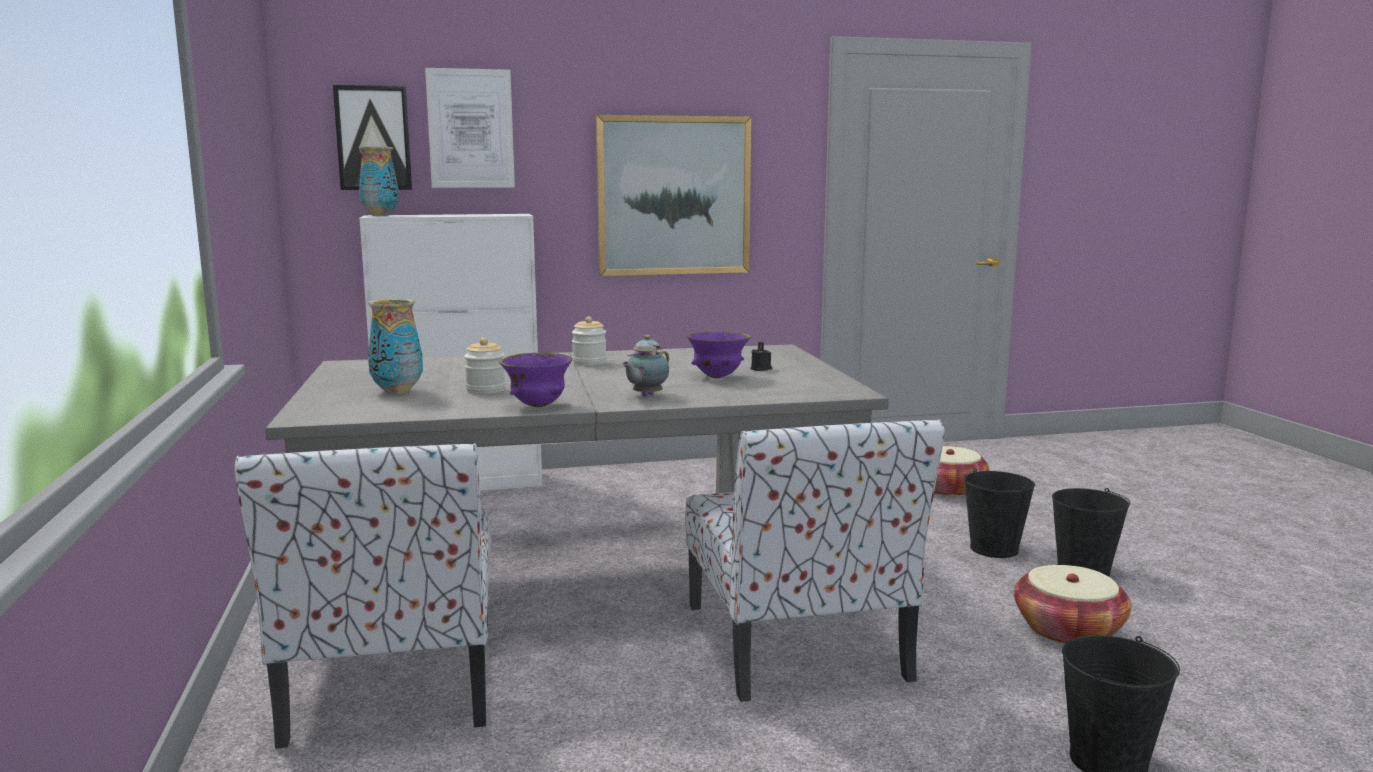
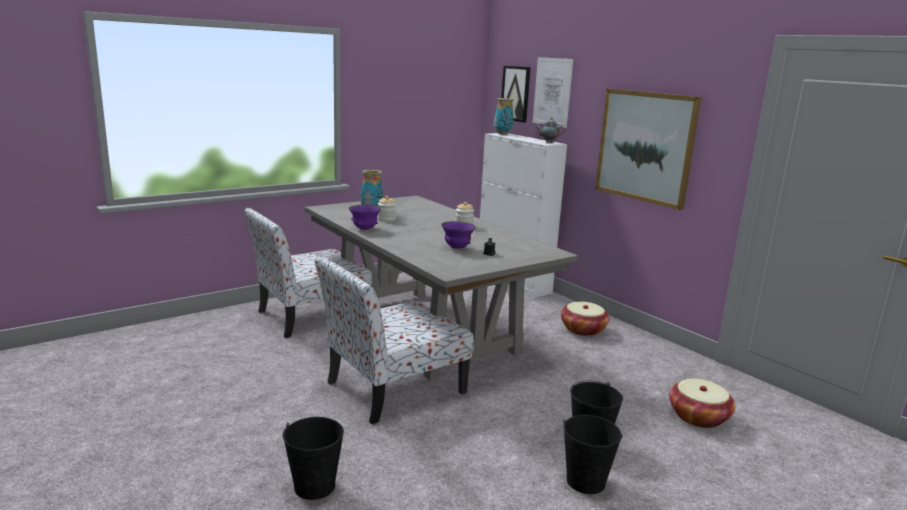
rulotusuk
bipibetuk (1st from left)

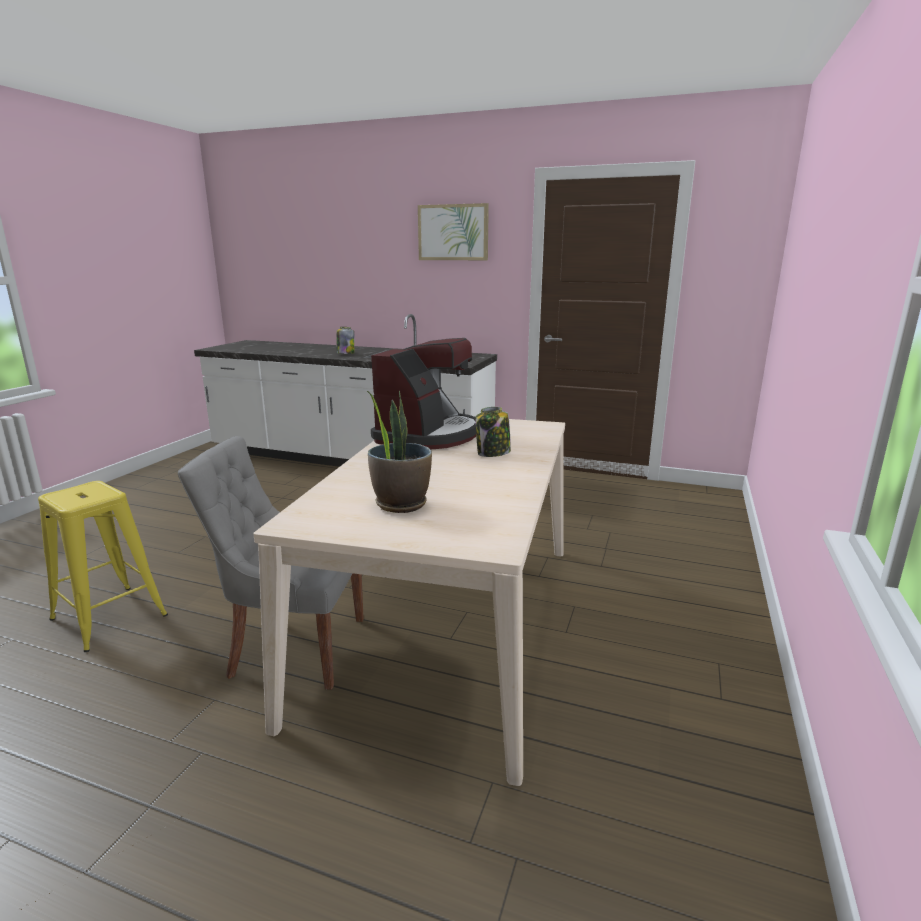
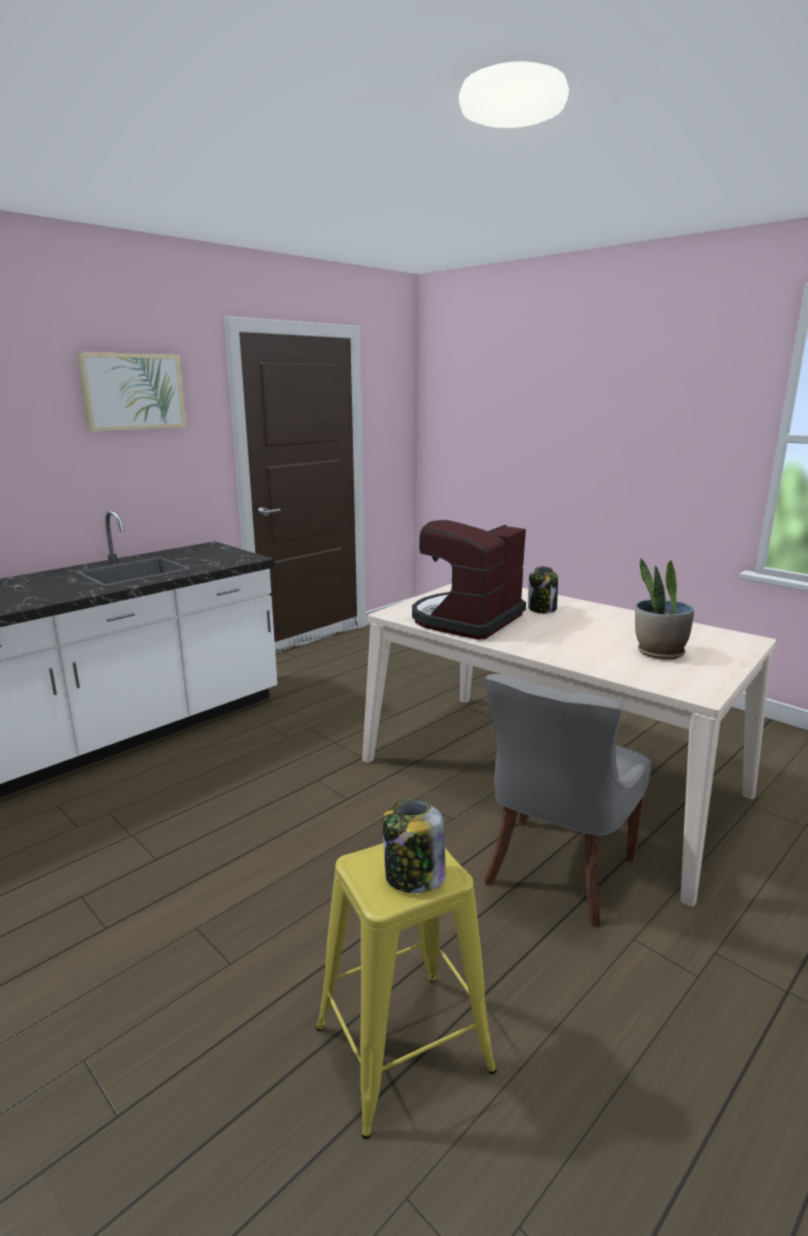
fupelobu (1st from left)
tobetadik

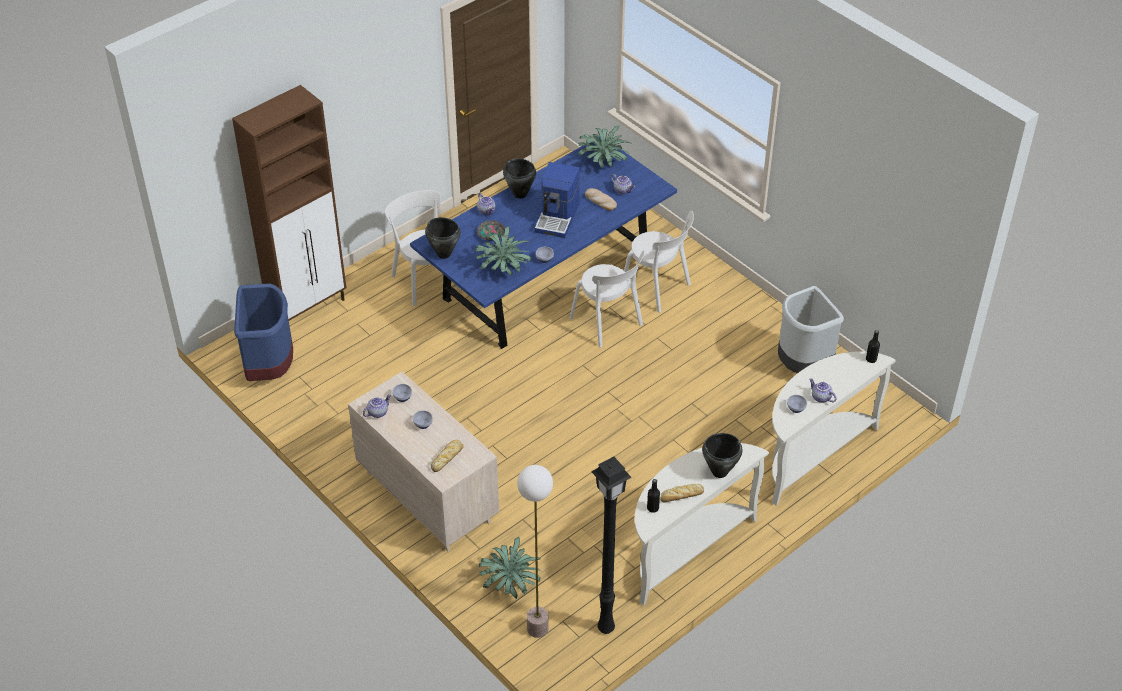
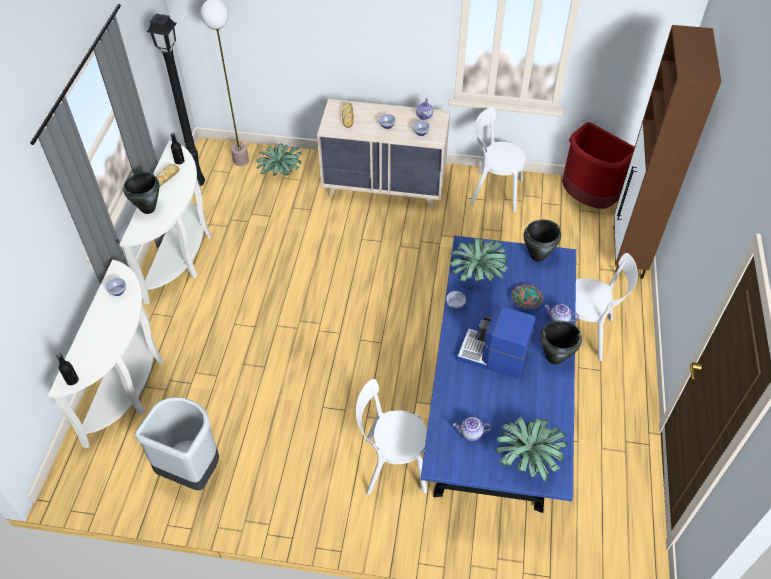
tobetadik
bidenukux (2nd from left in the first image)
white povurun (2nd from left)
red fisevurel
rulotusuk (4th from left in the first image)

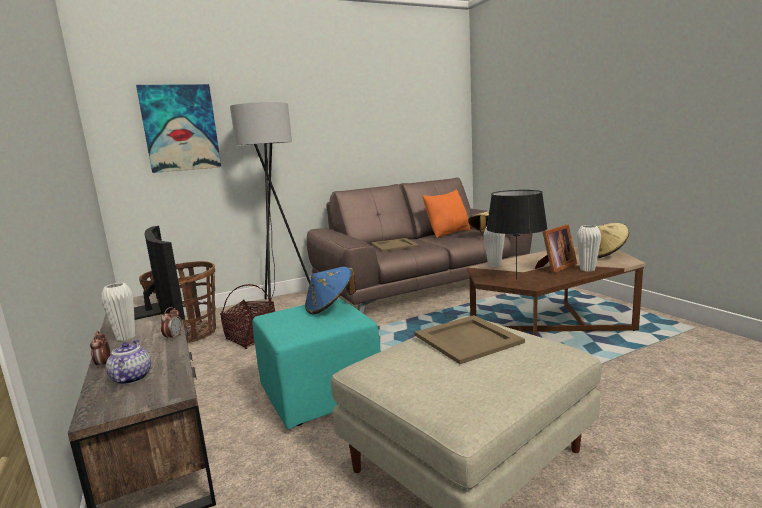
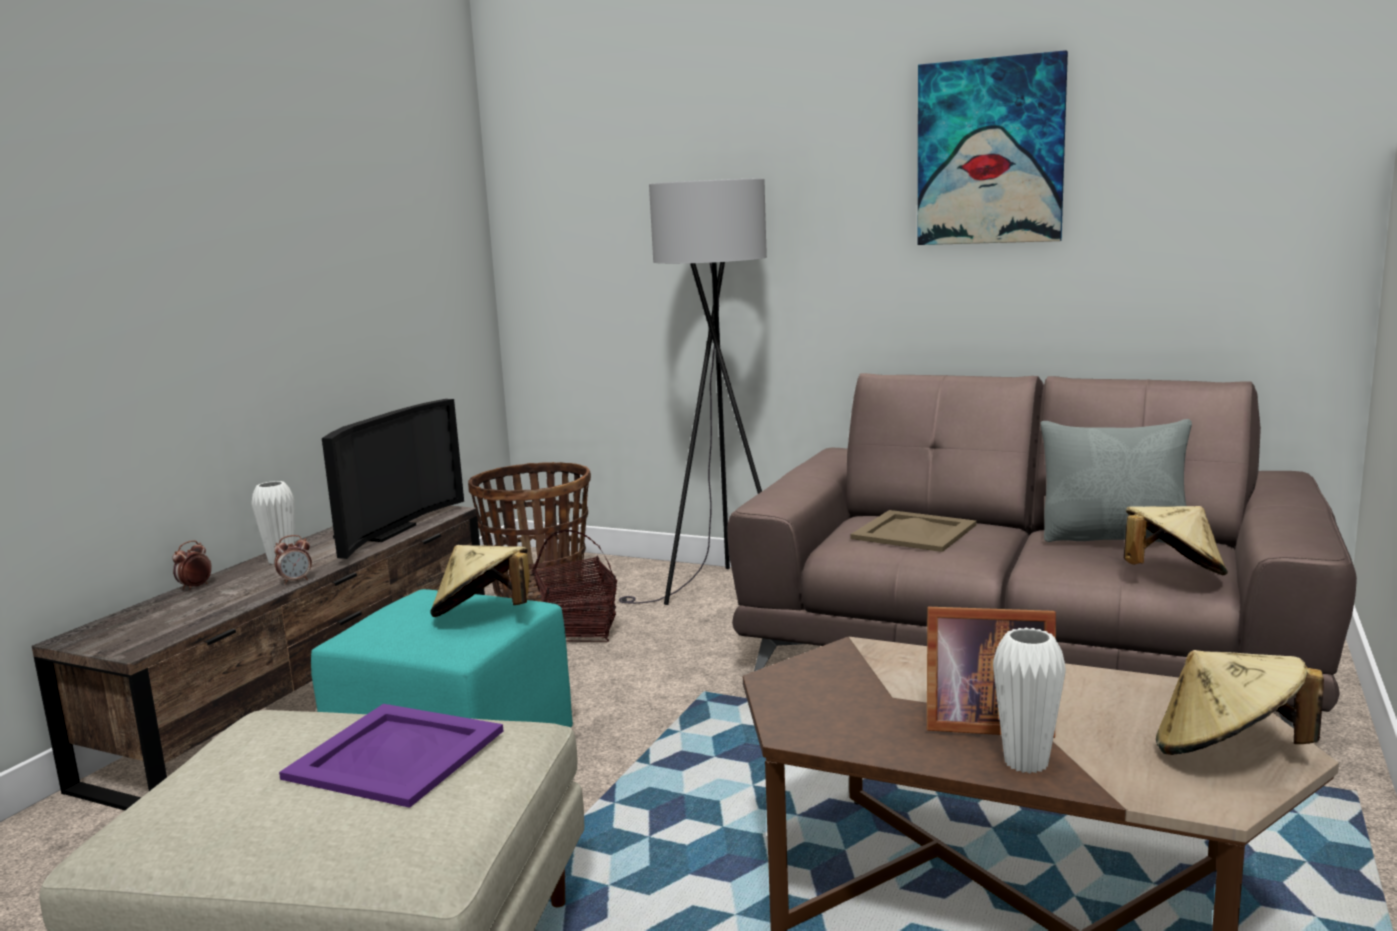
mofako
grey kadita
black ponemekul
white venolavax (2nd from left in the first image)
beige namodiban (1st from left)
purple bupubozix
rulotusuk

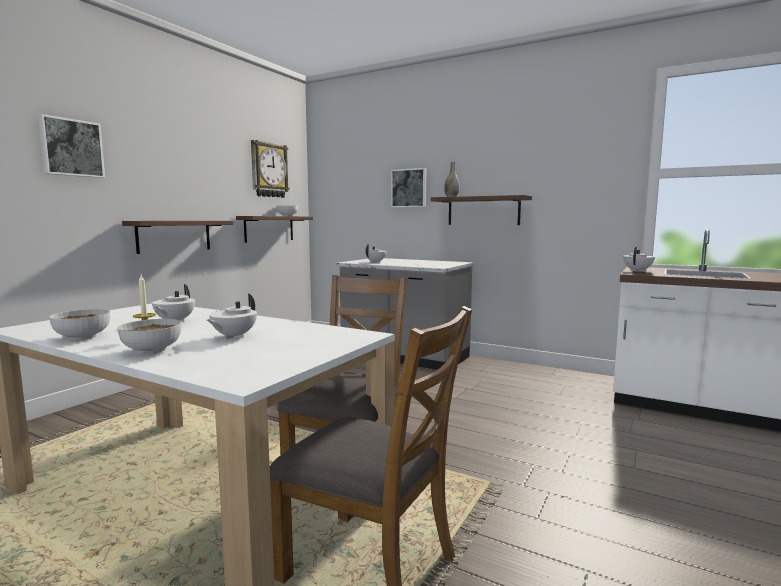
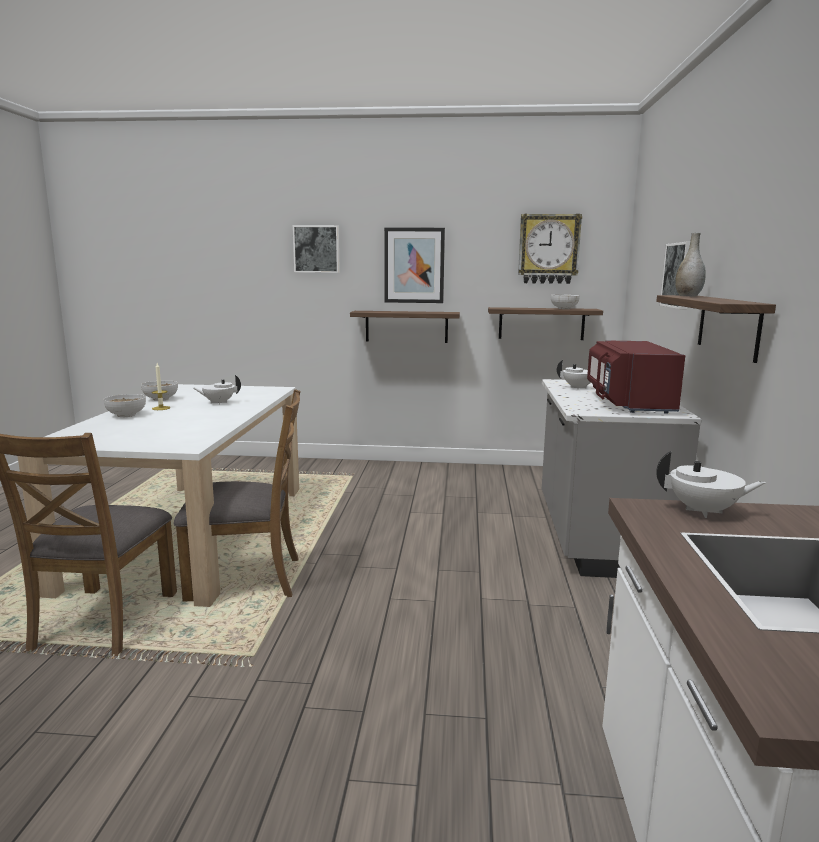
white rulotusuk (2nd from left in the first image)
mofako (2nd from left)
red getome

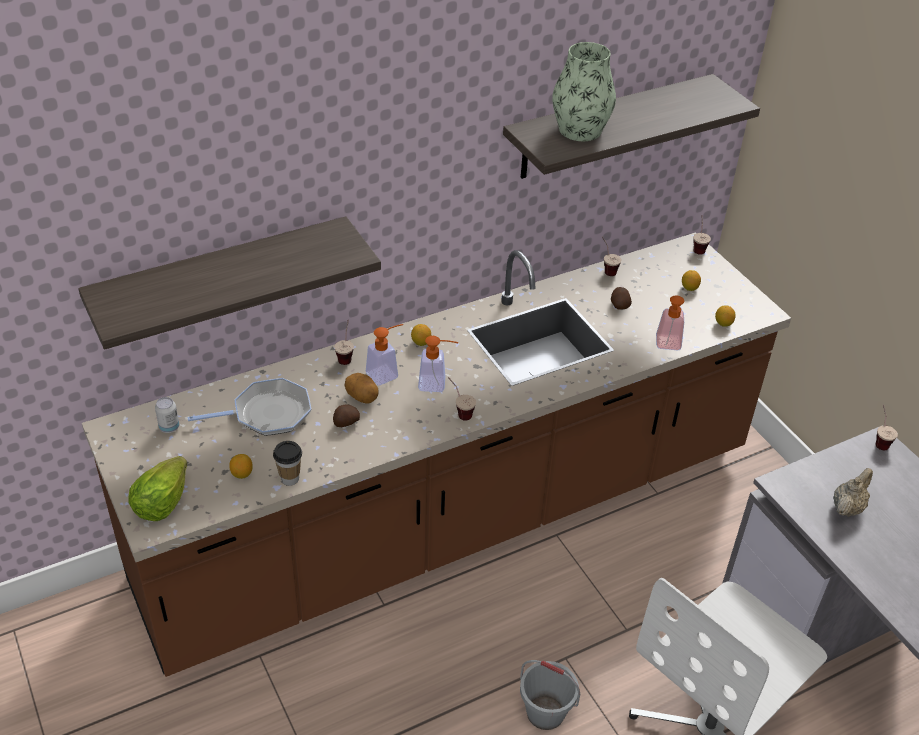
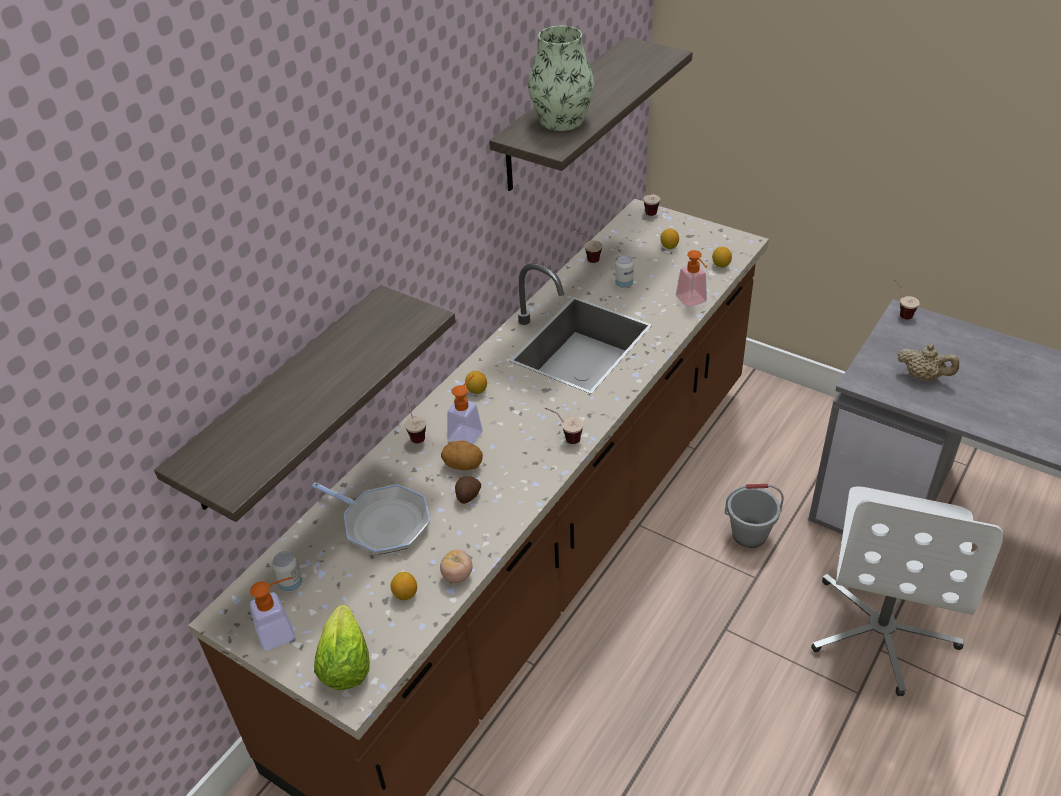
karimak (2nd from left)
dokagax (1st from left)
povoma
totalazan
beige rulotusuk
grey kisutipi

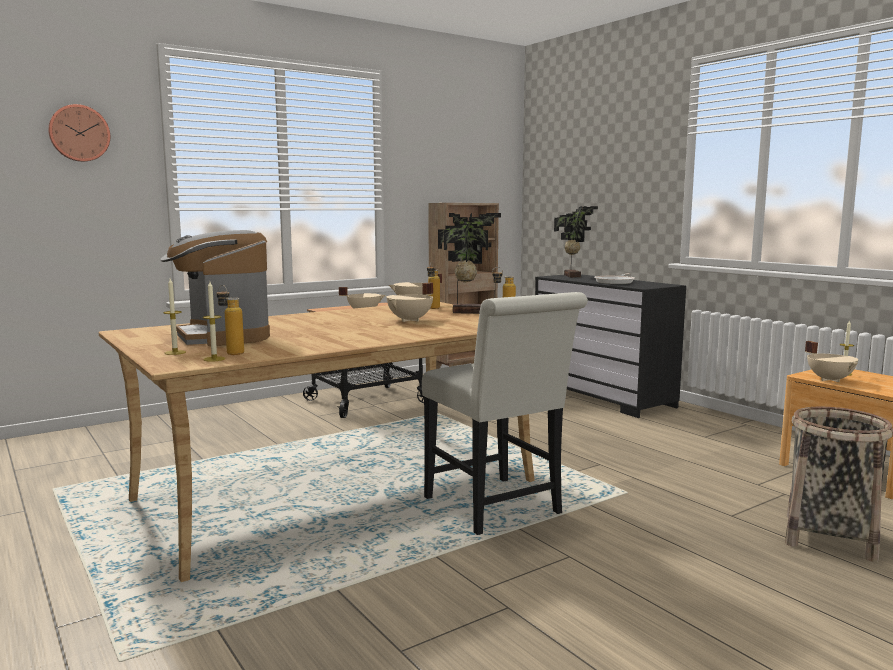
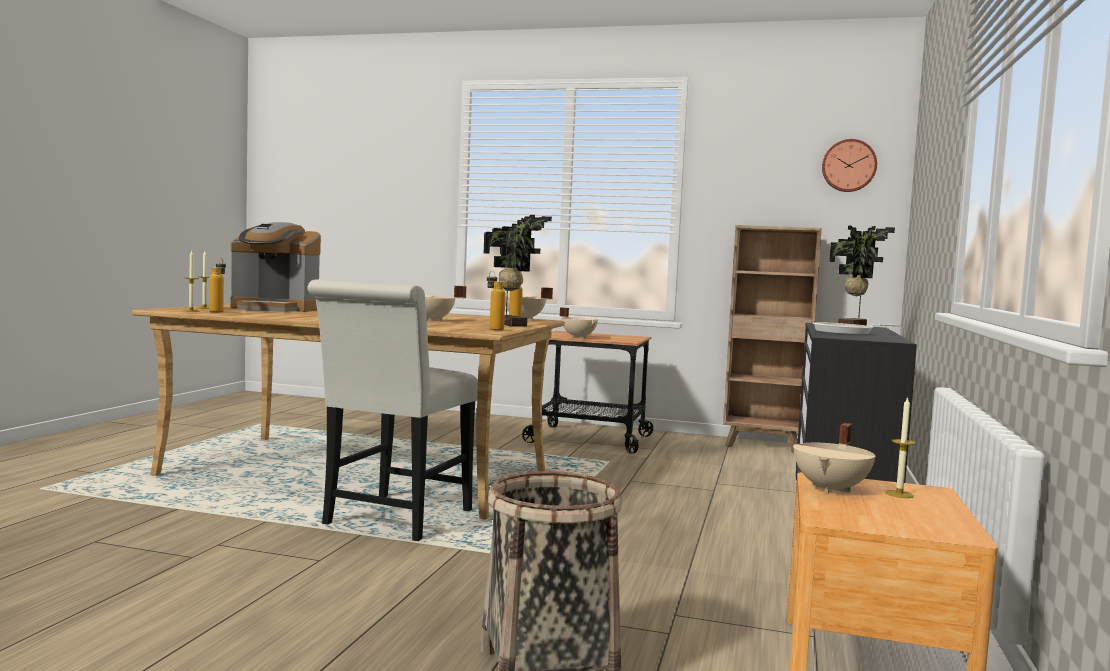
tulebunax
tobetadik

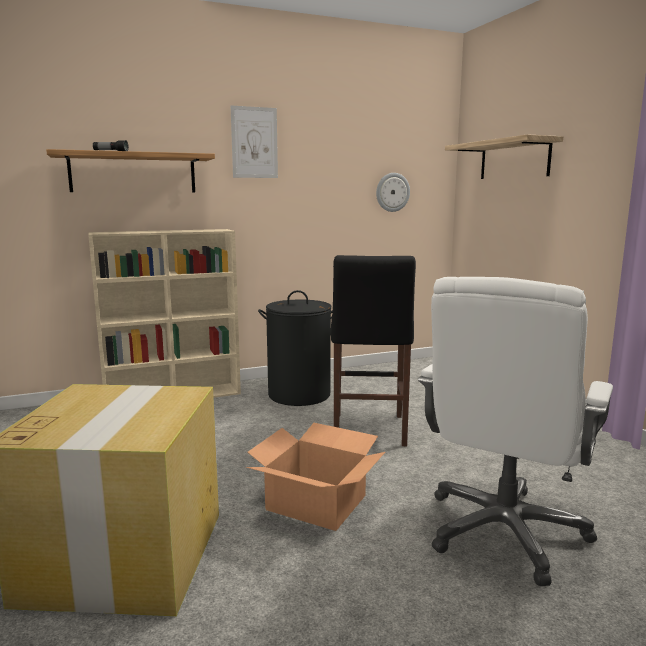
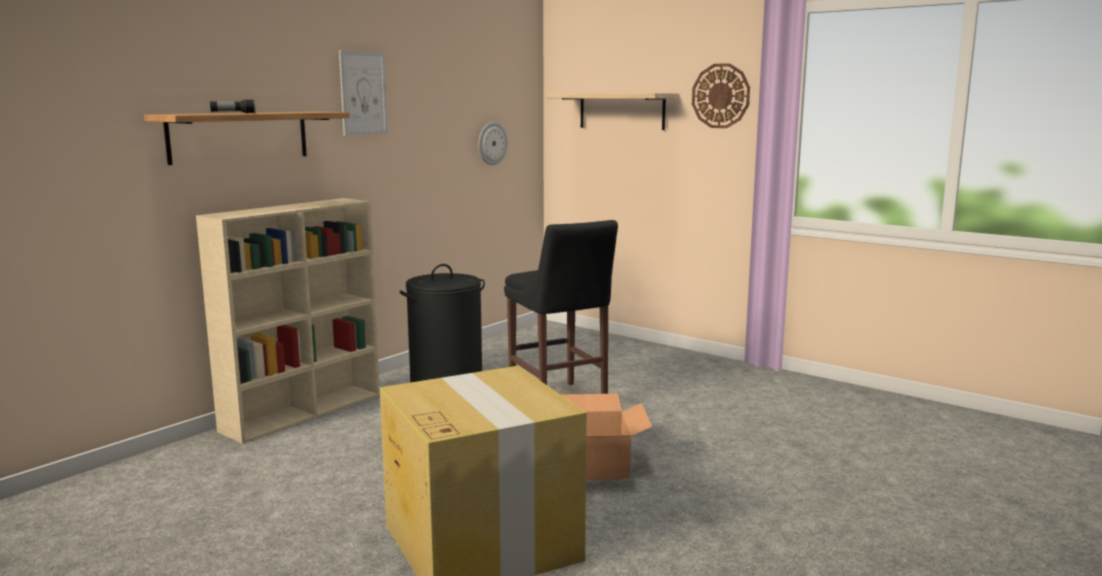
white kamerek
tulebunax (2nd from left)

